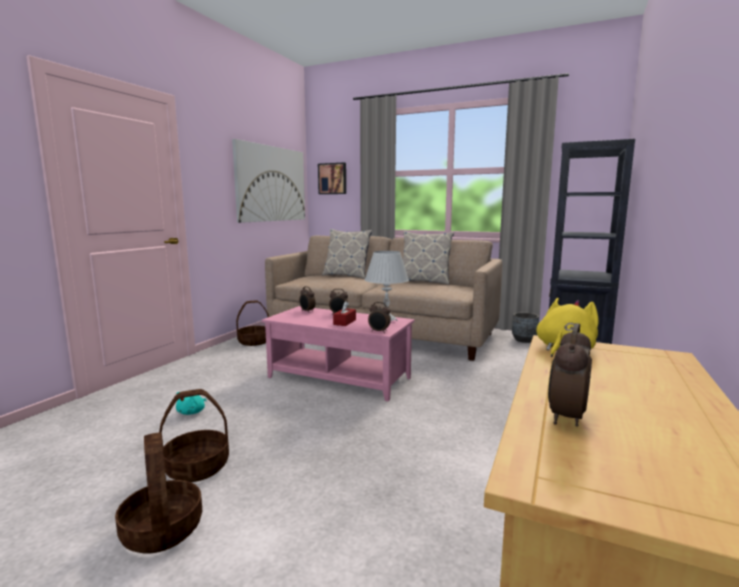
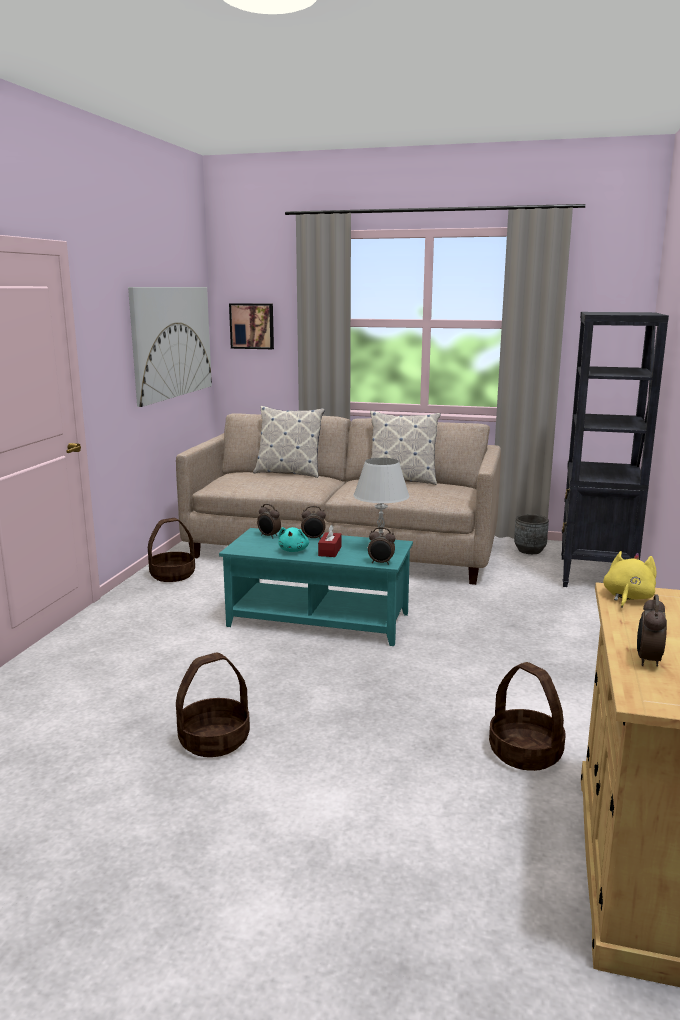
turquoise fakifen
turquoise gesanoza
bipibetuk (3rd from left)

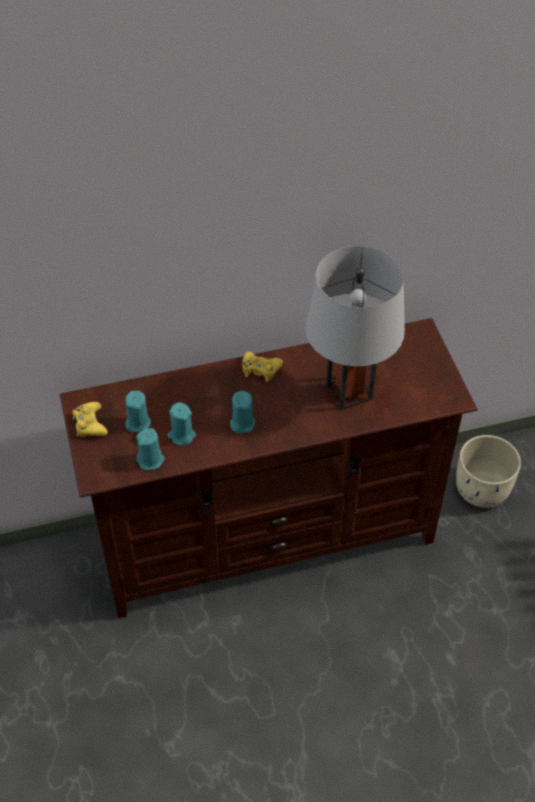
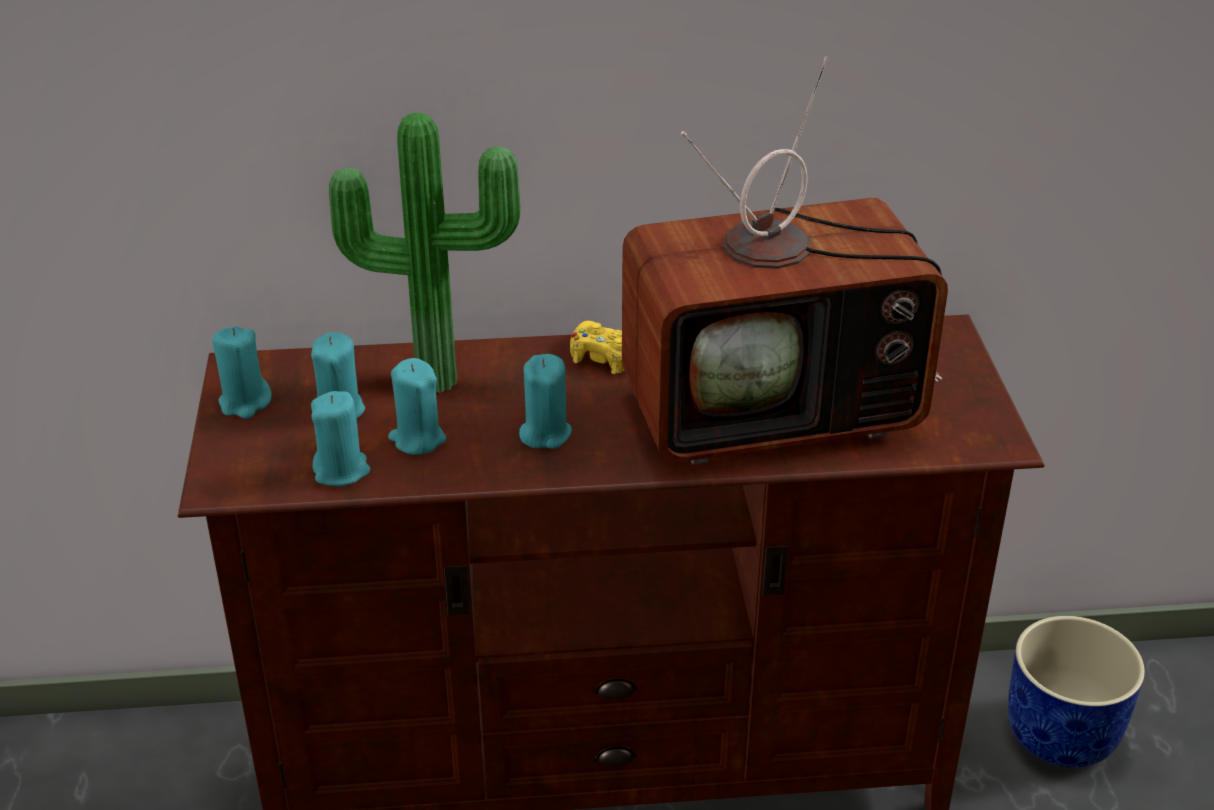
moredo
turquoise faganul (1st from left)
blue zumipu
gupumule

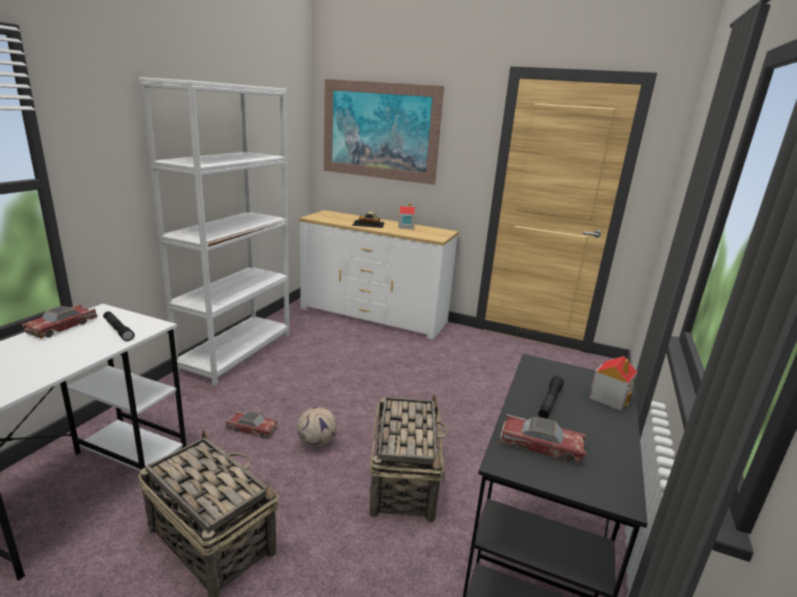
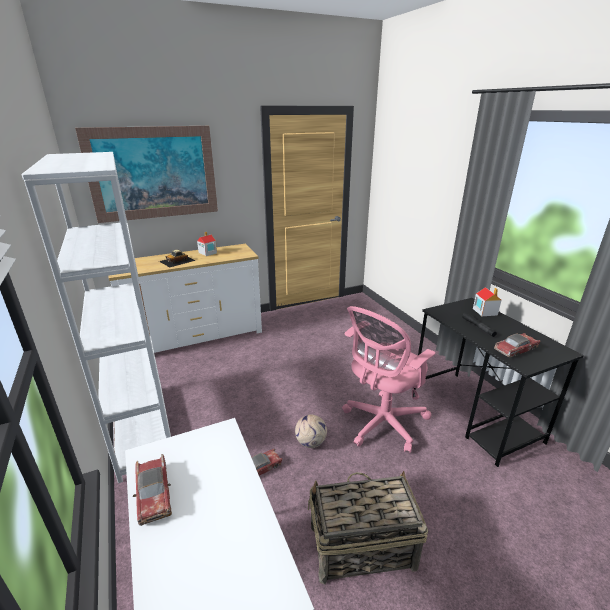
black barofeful (1st from left in the first image)
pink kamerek

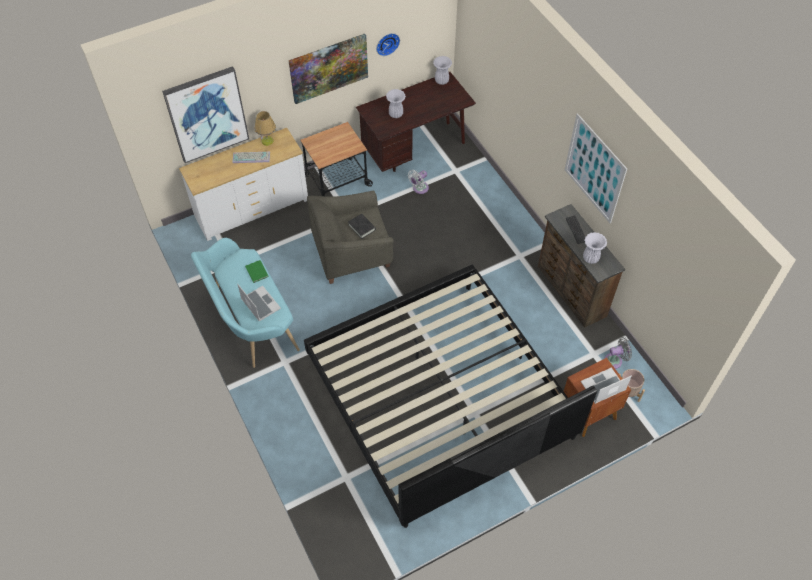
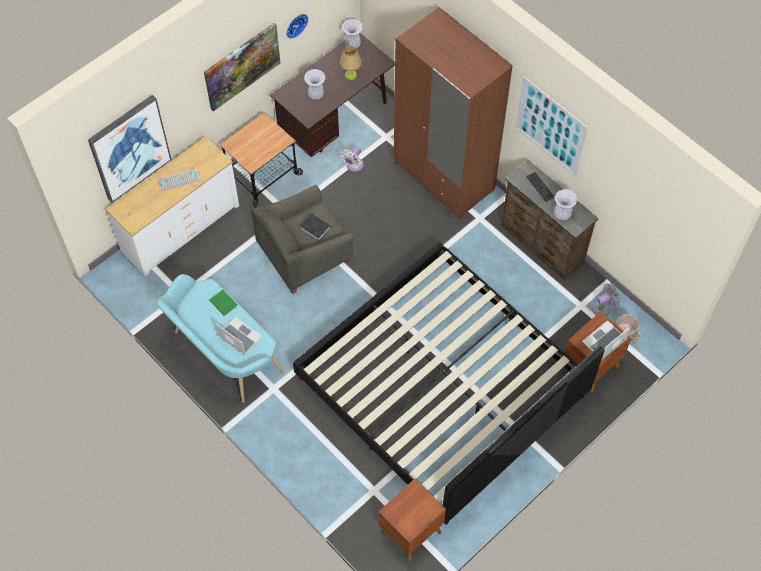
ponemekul
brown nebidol
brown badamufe (1st from left)

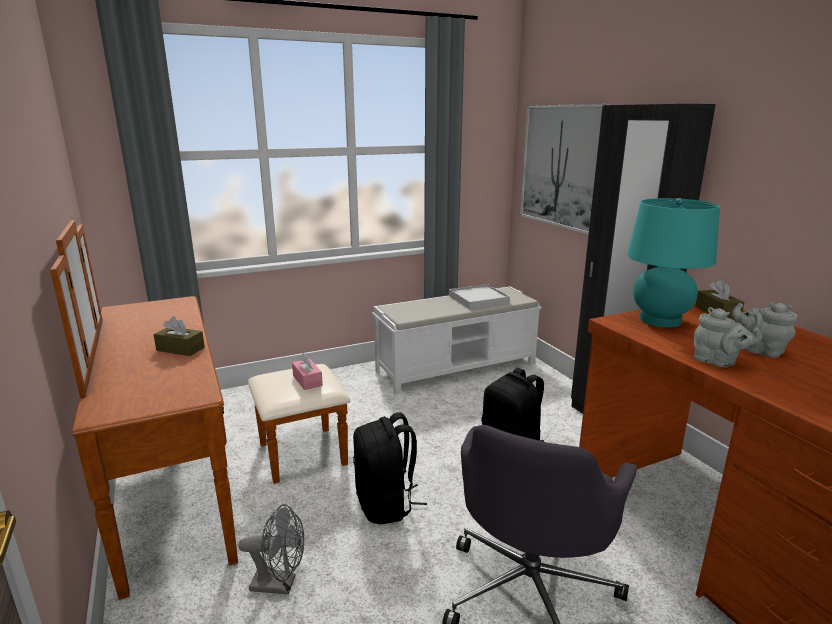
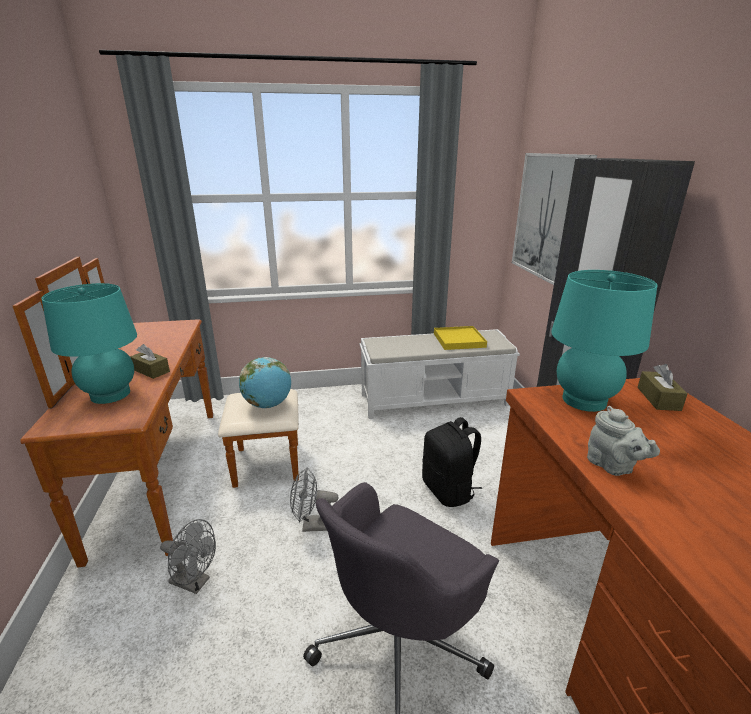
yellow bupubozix
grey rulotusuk (2nd from left in the first image)
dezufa
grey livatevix (2nd from left)
turquoise ponemekul (1st from left)

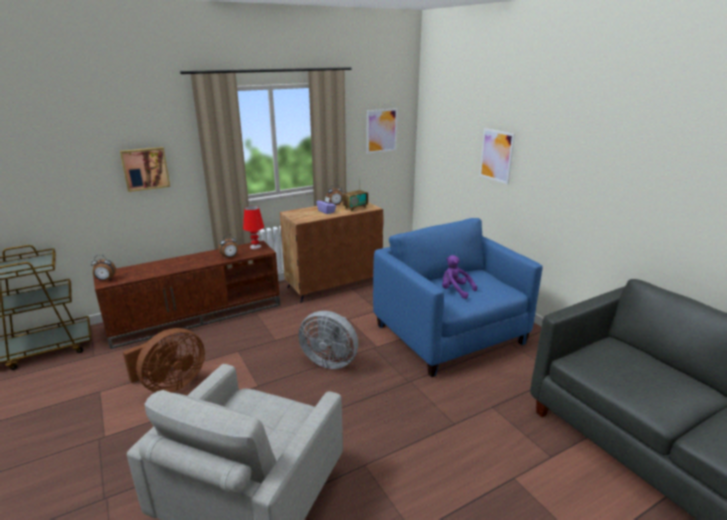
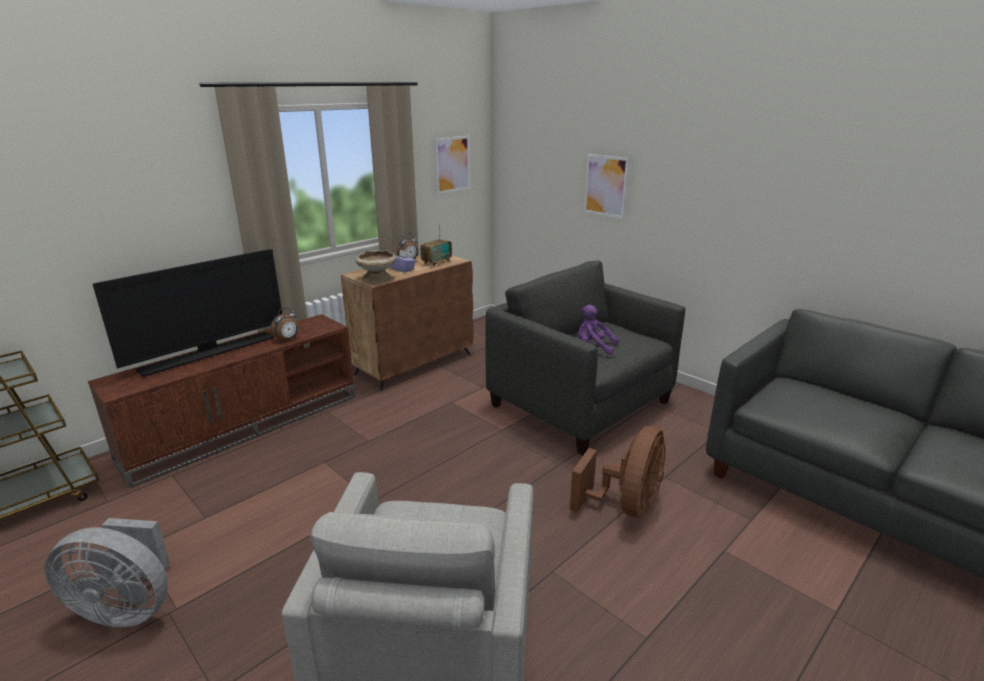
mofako (1st from left in the first image)
red ponemekul
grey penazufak (2nd from left)
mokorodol (1st from left in the first image)
grey livatevix
brown livatevix
moredo
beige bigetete

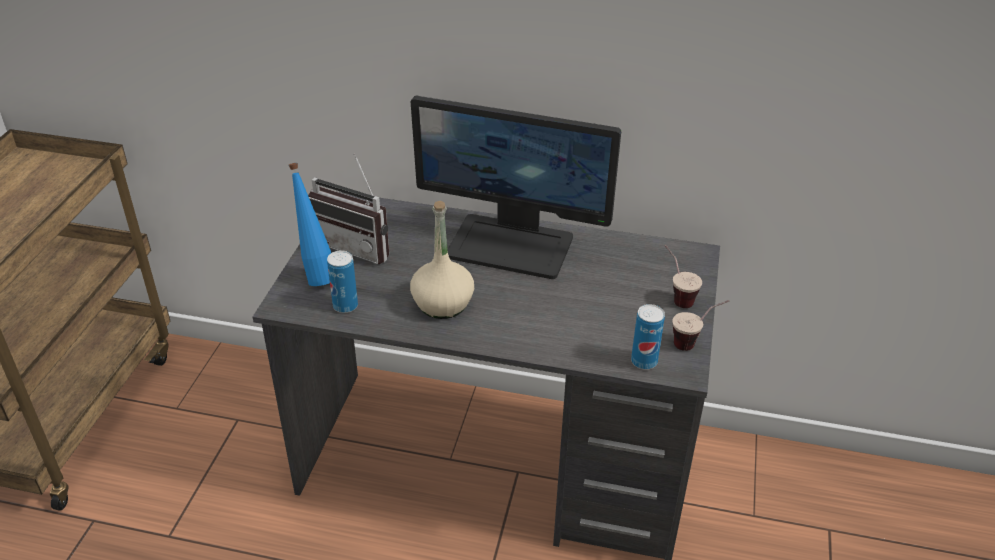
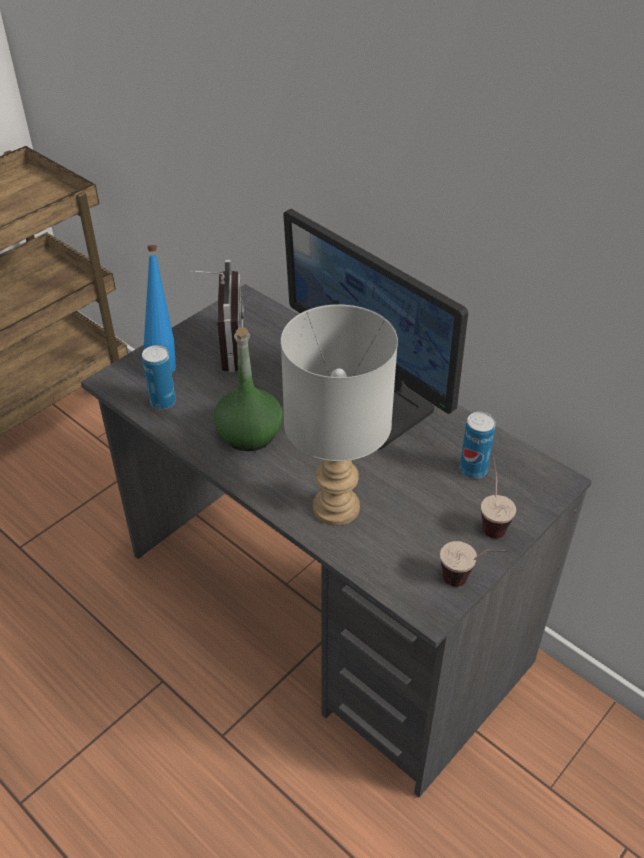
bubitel
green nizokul
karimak (2nd from left)
grey ponemekul

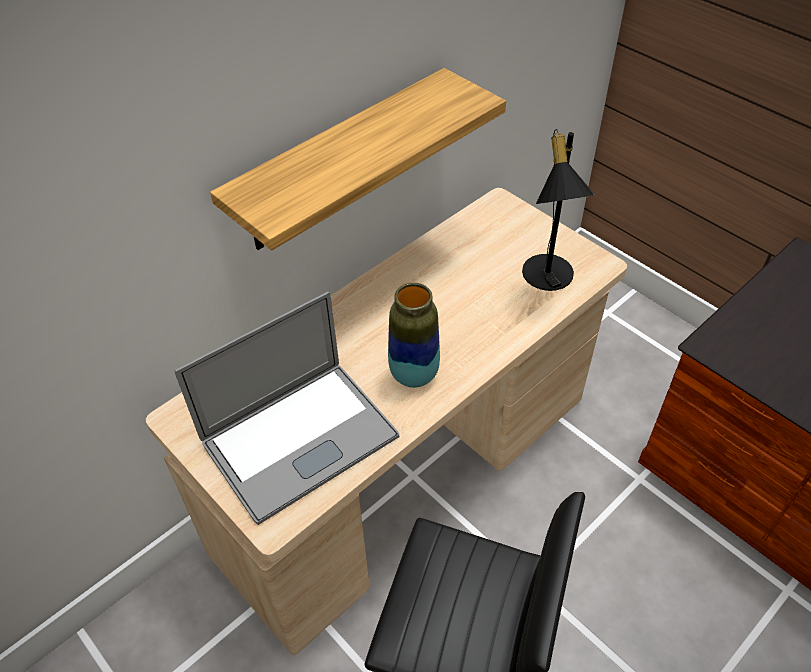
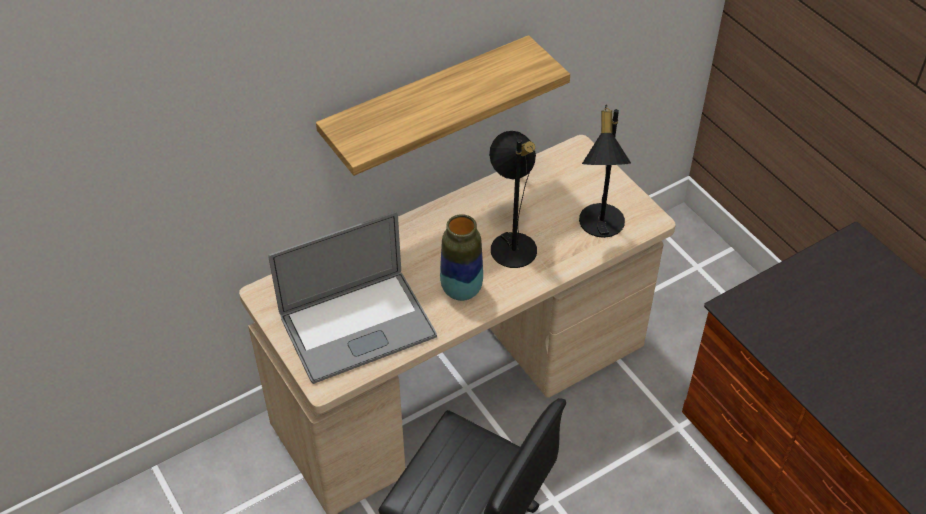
black ponemekul (1st from left)

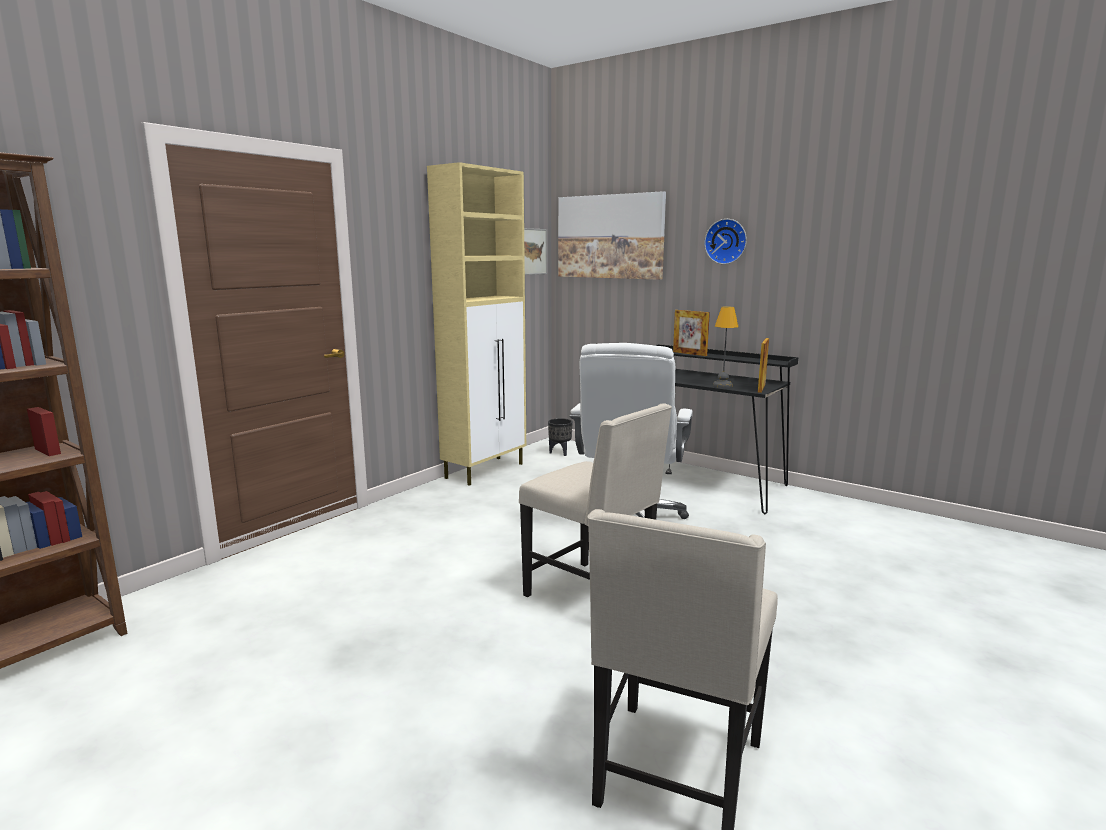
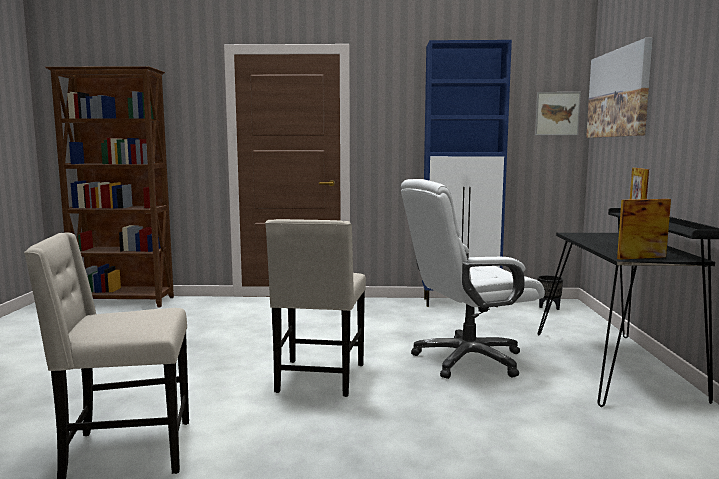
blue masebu
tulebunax
ponemekul

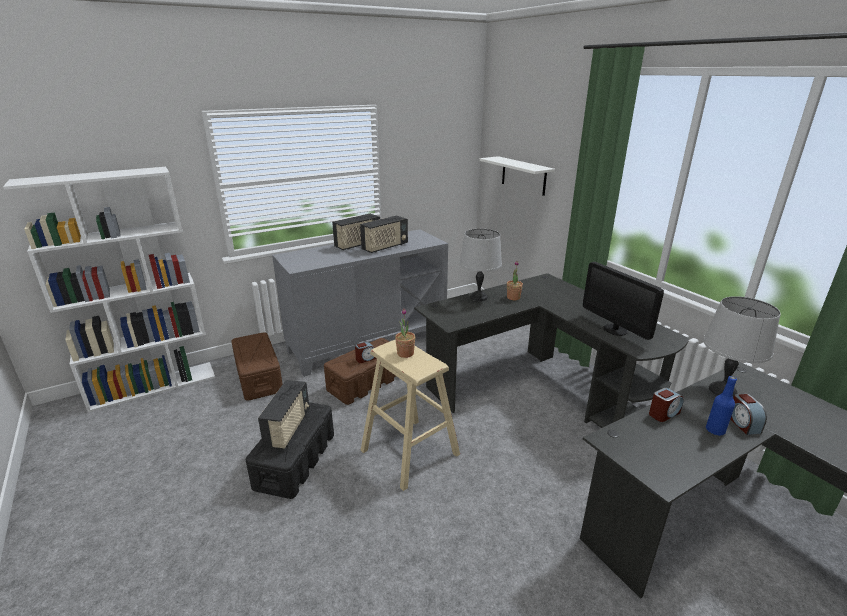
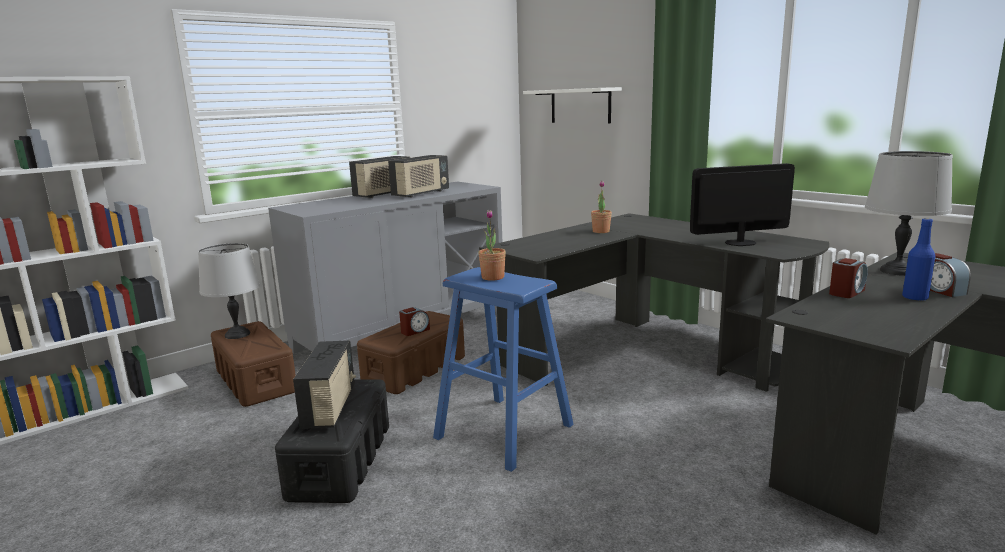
grey ponemekul (1st from left)
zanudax
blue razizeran

